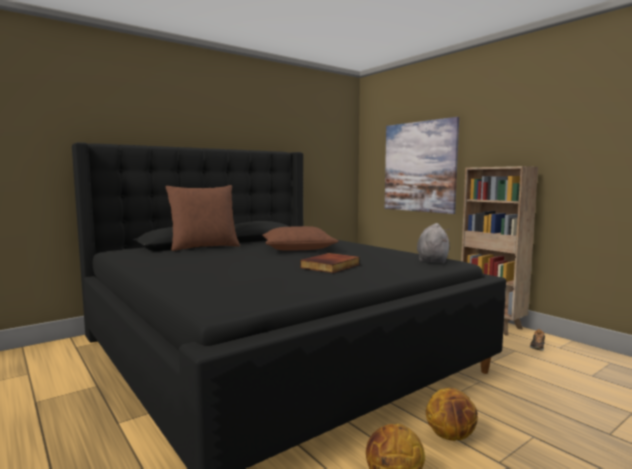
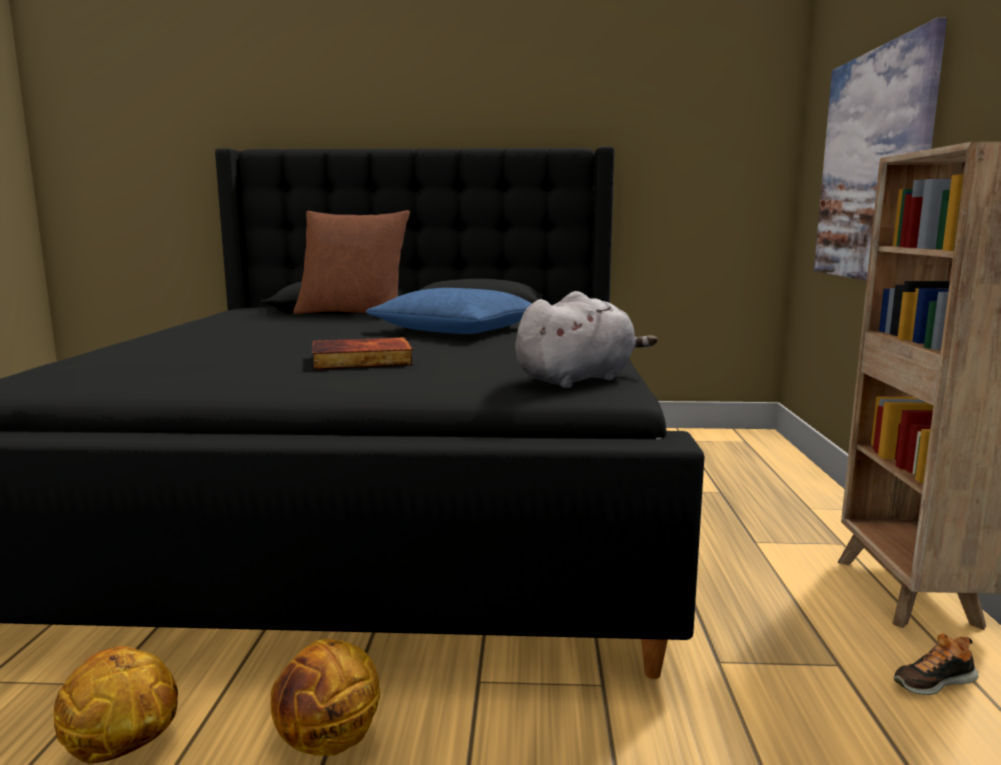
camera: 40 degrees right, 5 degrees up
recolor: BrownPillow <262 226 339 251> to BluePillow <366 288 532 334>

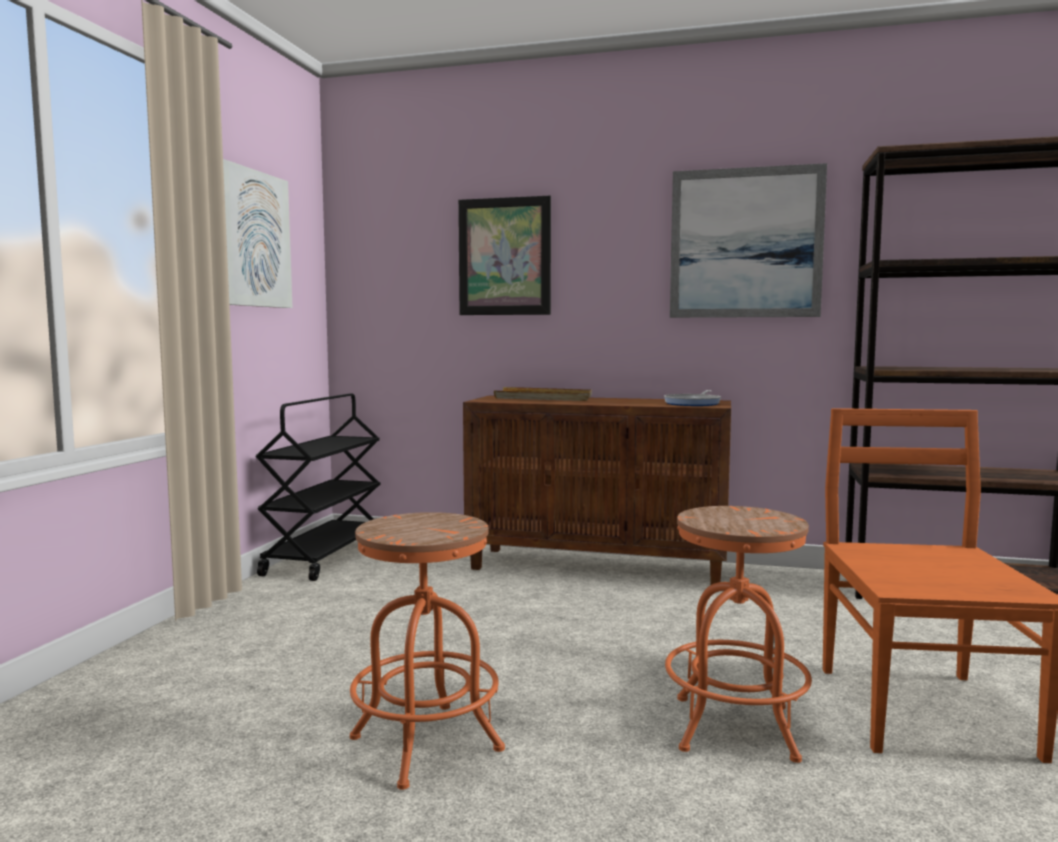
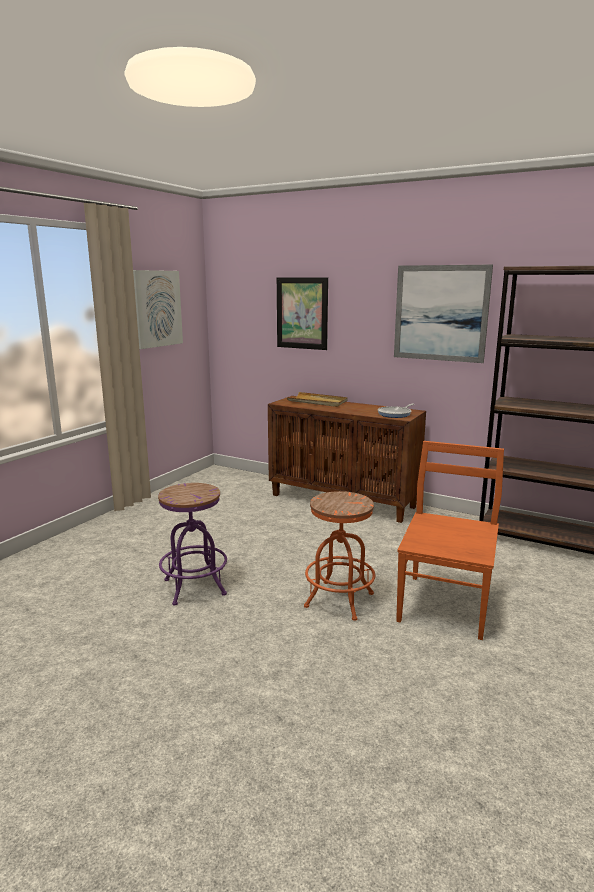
camera: 15 degrees right, 10 degrees up
delete: BlackCart <256 393 380 581>
recolor: OrangeStool <350 512 505 790> to PurpleStool <158 483 227 605>

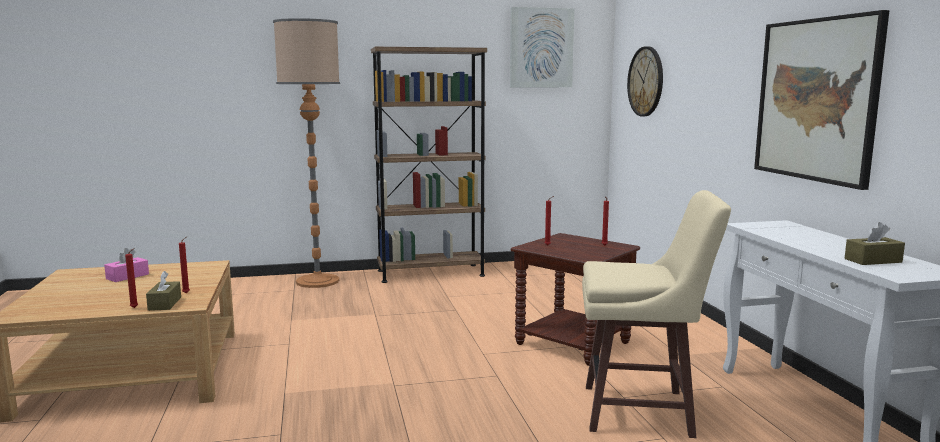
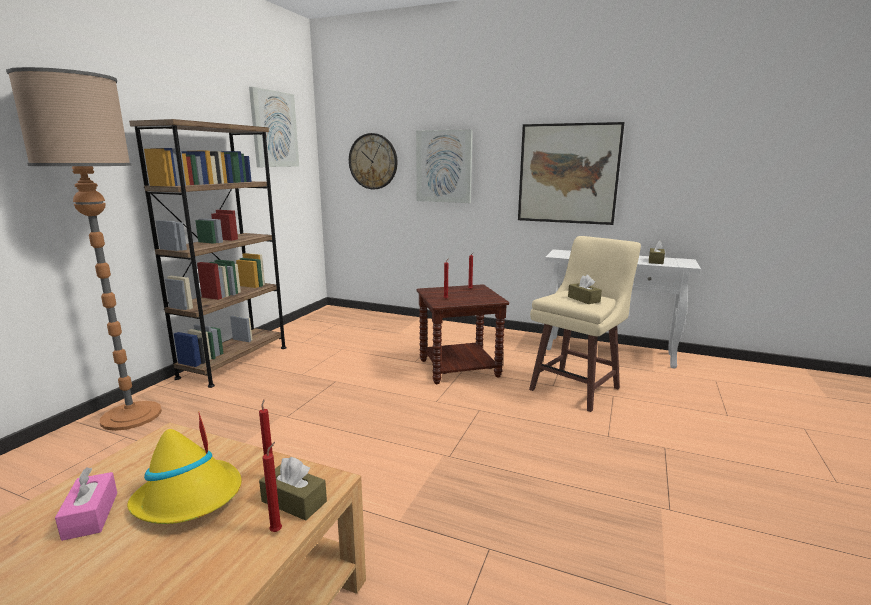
camera: 55 degrees left, 5 degrees up
insert: YellowHat <127 411 241 524>; Picture <416 129 473 203>; BrownTissueBox <568 275 602 304>

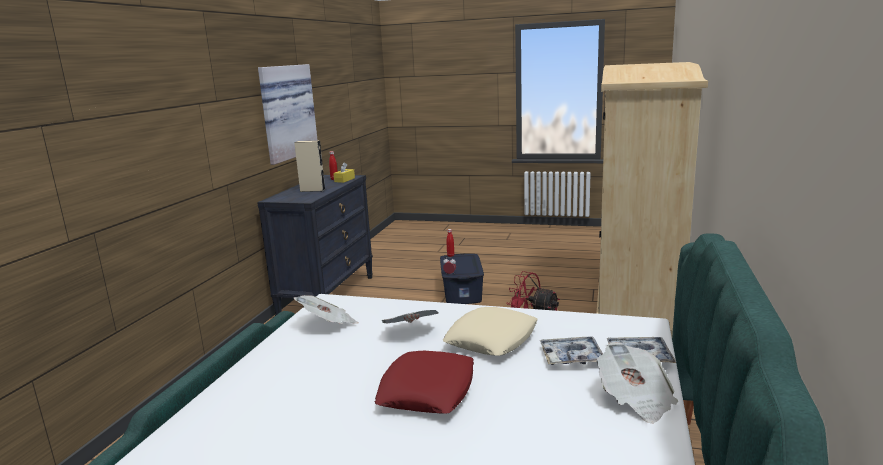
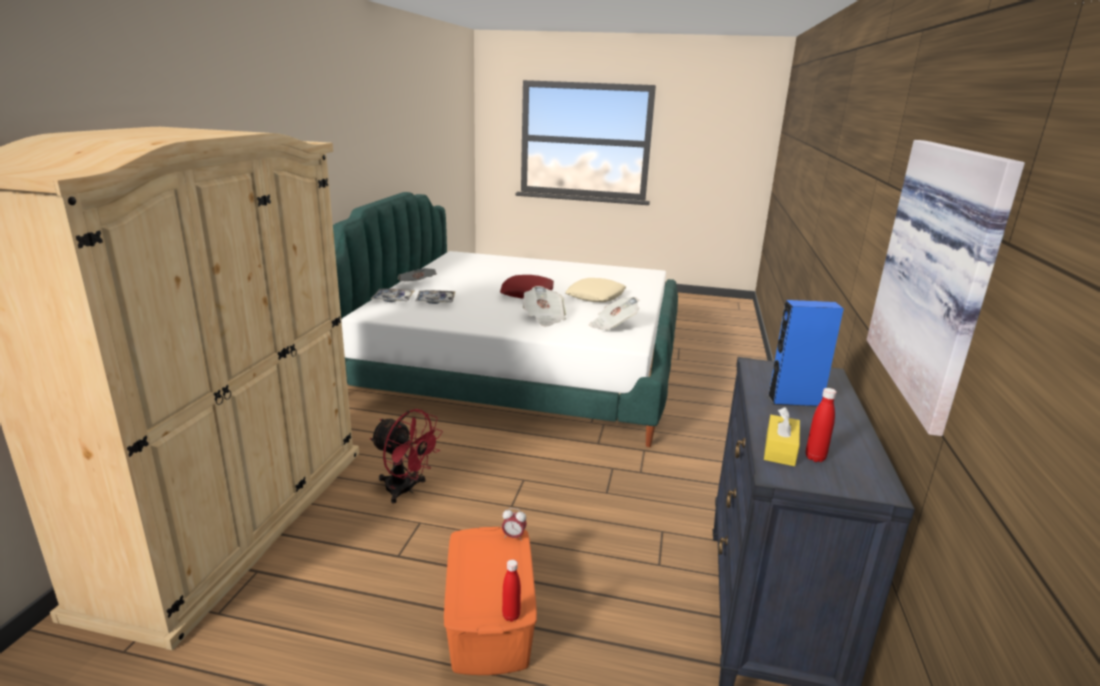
camera: 175 degrees right, 5 degrees up
move: BeigePillow <443 307 538 356> to <565 278 626 302>
recolor: BlueStorageBox <440 254 484 304> to OrangeStorageBox <444 527 537 675>; BeigeSpeaker <294 140 325 192> to BlueSpeaker <768 300 844 407>

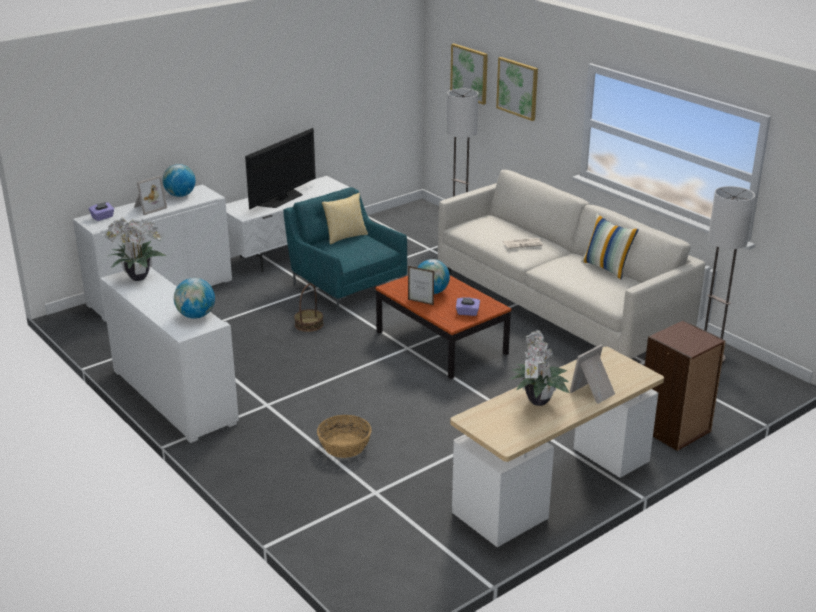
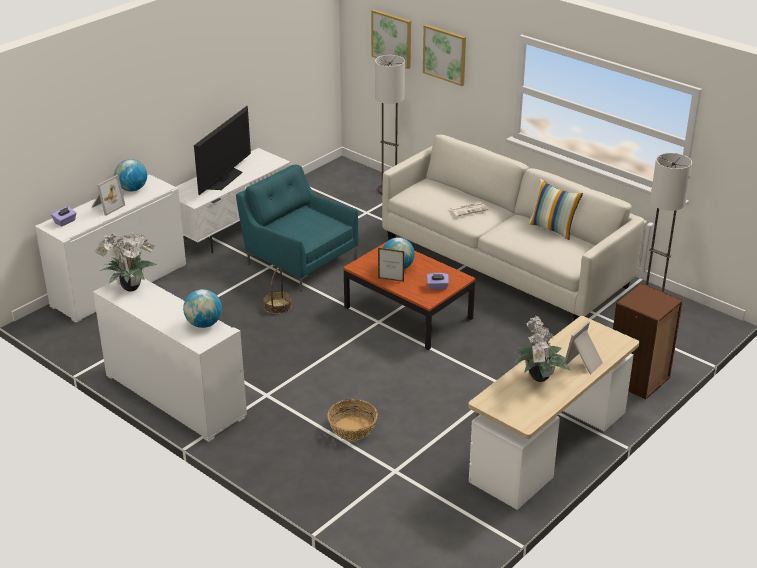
camera: 10 degrees left, 5 degrees up
delete: Pillow <322 193 368 245>

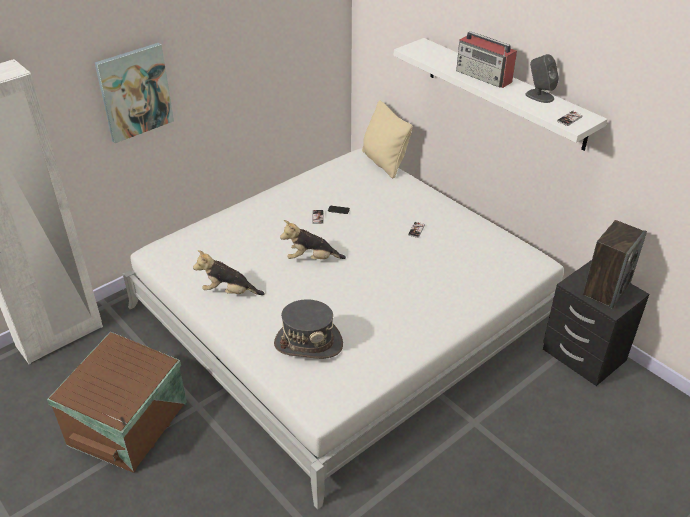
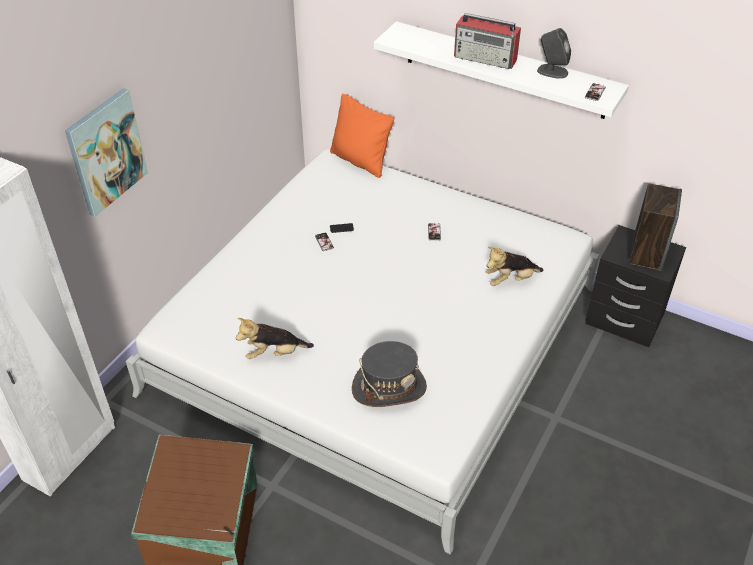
camera: 20 degrees left, 5 degrees up
move: PlushToy <280 220 346 260> to <486 247 543 286>
recolor: BeigePillow <362 100 413 178> to OrangePillow <330 94 394 178>

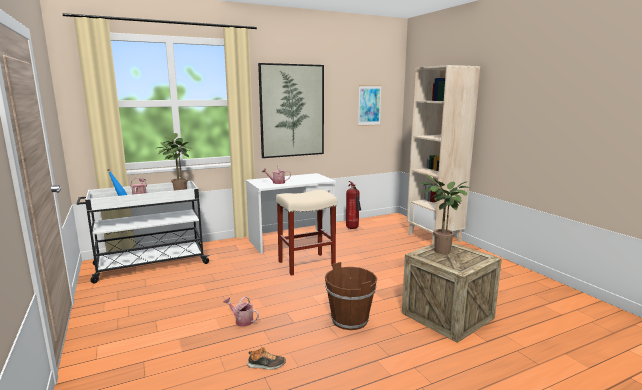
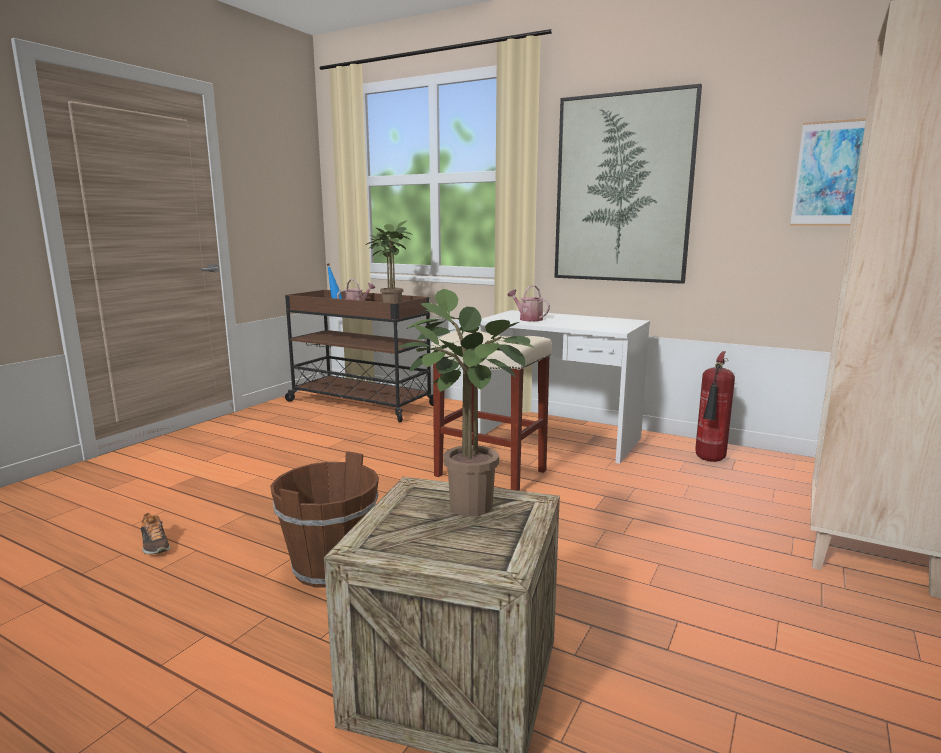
camera: 55 degrees right, 0 degrees up
delete: WateringCan <224 297 259 327>
recolor: WhiteCart <77 181 210 283> to BrownCart <285 290 433 422>

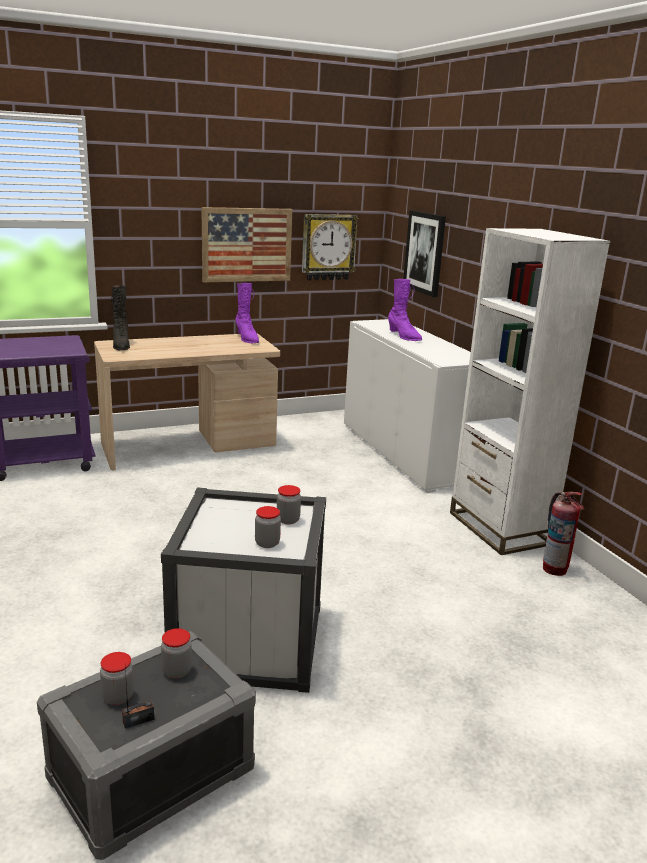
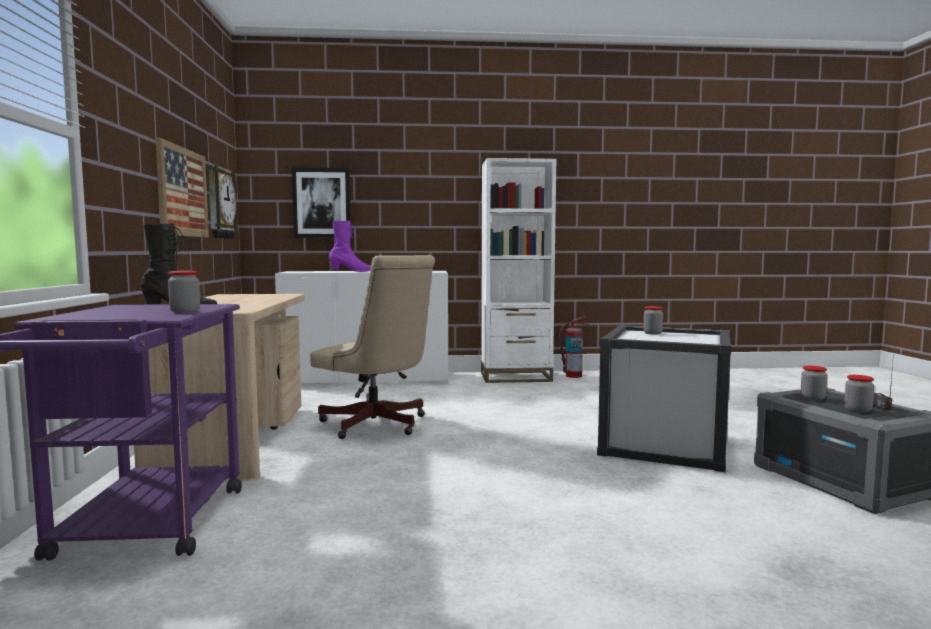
camera: 70 degrees left, 15 degrees down
delete: PurpleBoot <235 283 259 343>
insert: BeigeOfficeChair <310 255 435 439>
move: Jar <255 506 281 548> to <168 271 200 313>

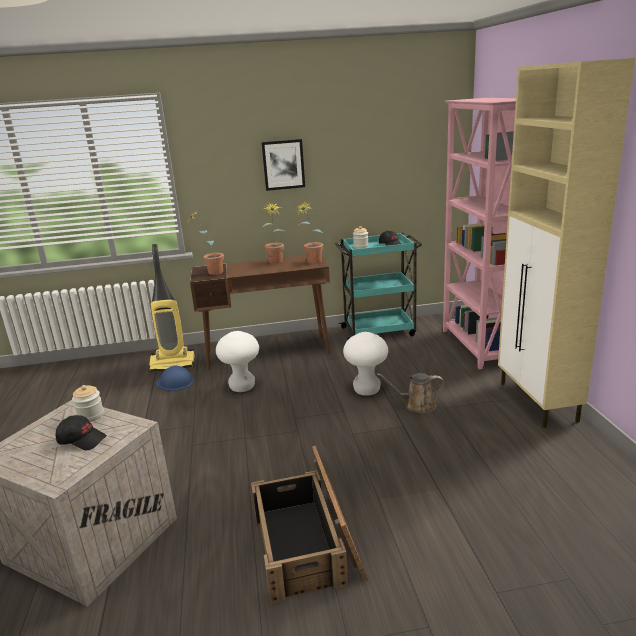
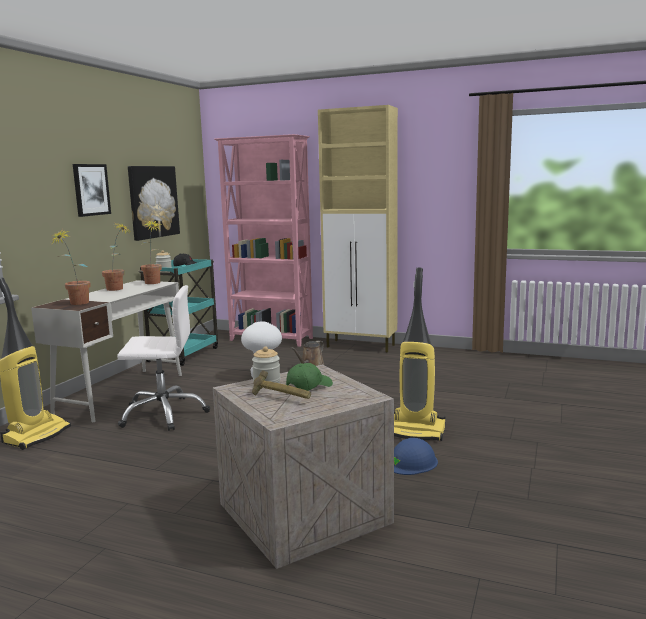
camera: 60 degrees left, 10 degrees down
insert: Picture <128 166 180 241>; Hammer <252 370 311 399>
move: BlueHardHat <156 366 194 391> to <394 438 438 475>
replace: WhiteStool <216 331 259 392> to WhiteOfficeChair <117 285 210 431>; Crate <251 446 368 604> to VacuumCleaner <394 267 446 441>
recolor: BrownDesk <190 255 330 370> to WhiteDesk <31 280 182 422>; BlackCap <56 415 107 450> to GreenCap <286 363 333 391>

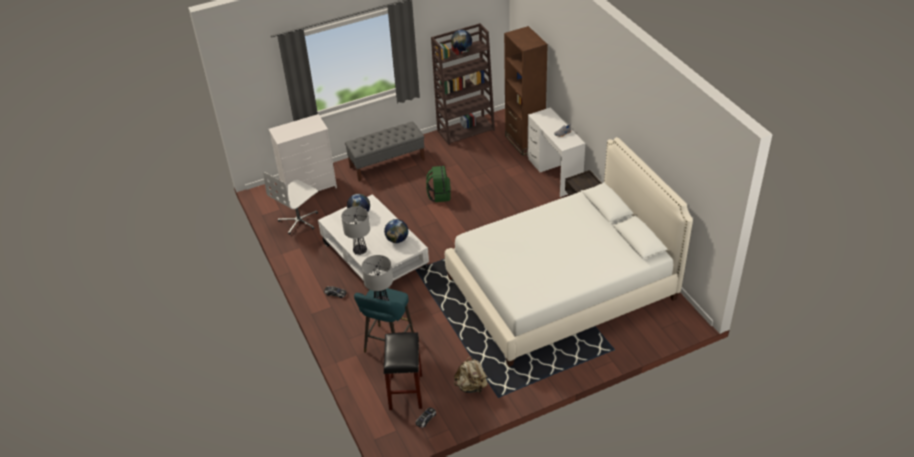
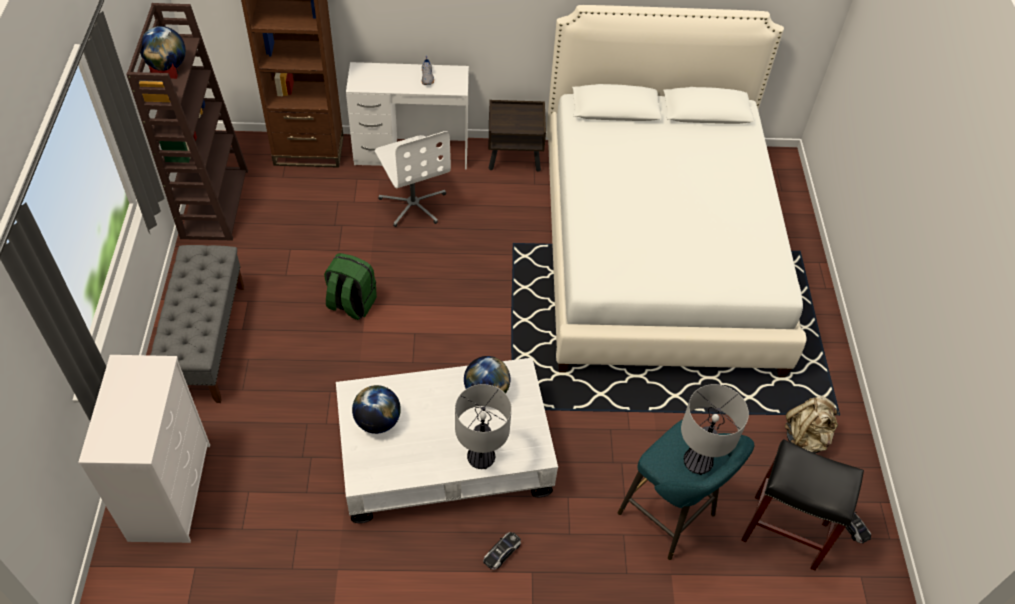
camera: 70 degrees left, 10 degrees up
move: WhiteOfficeChair <263 172 318 234> to <375 131 451 227>

